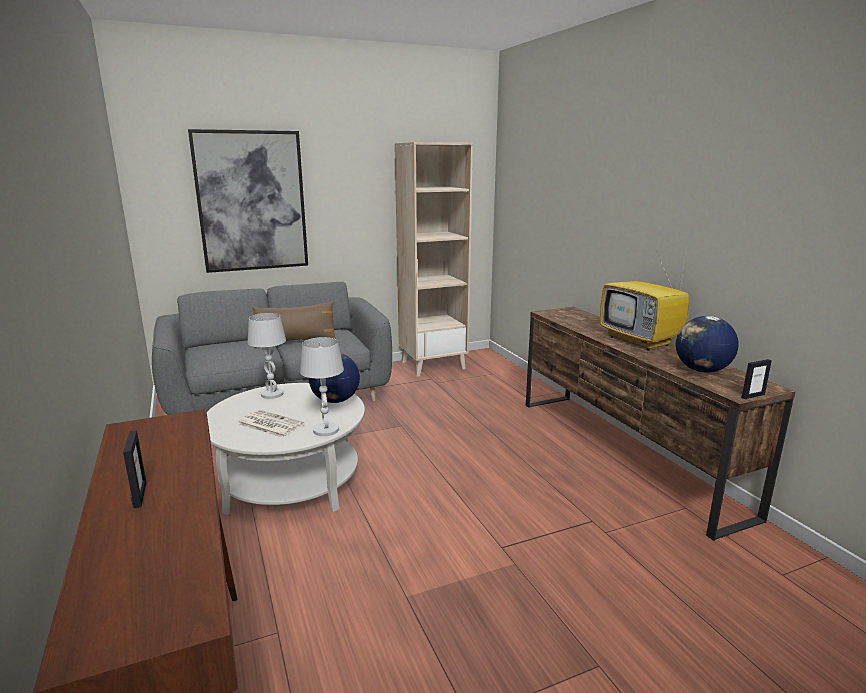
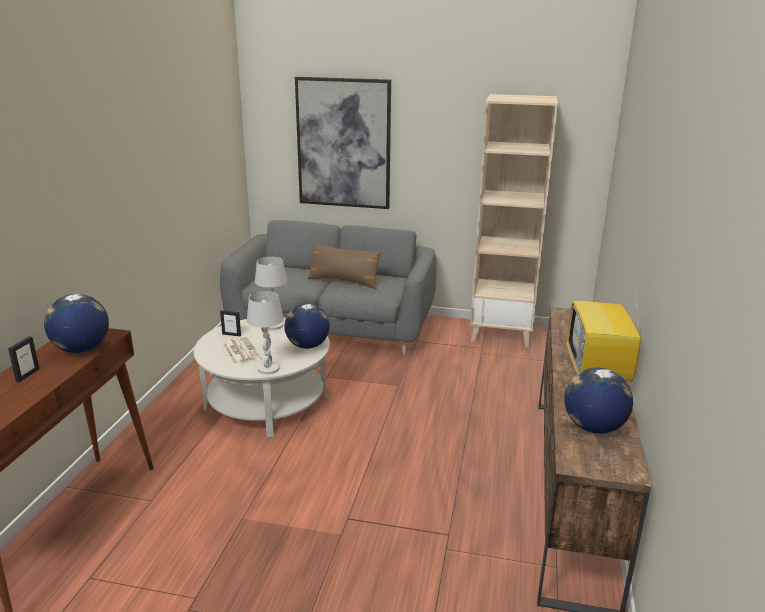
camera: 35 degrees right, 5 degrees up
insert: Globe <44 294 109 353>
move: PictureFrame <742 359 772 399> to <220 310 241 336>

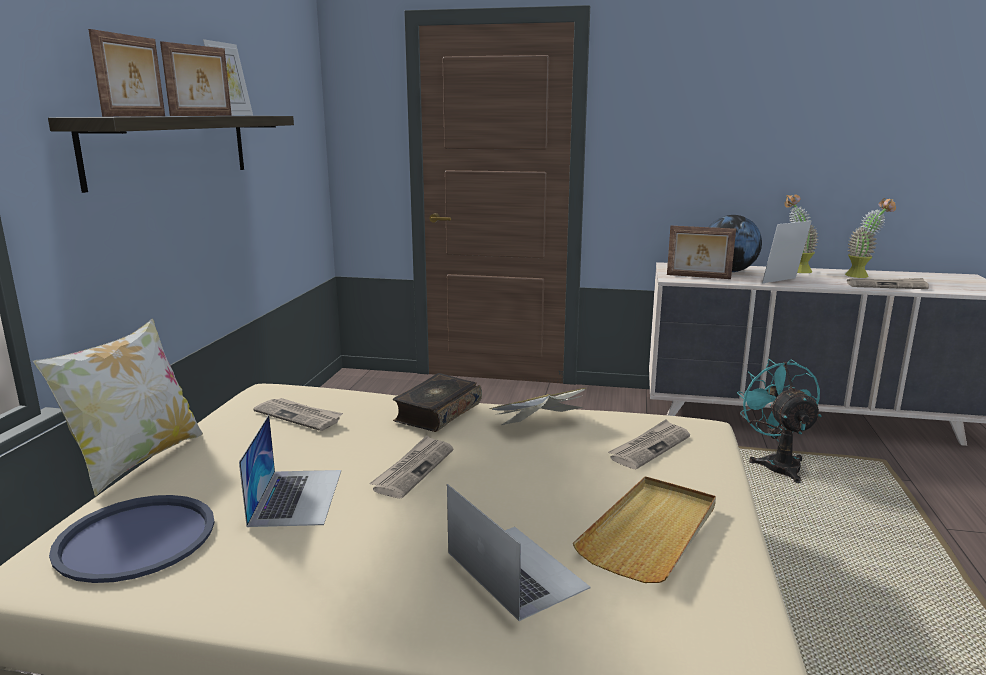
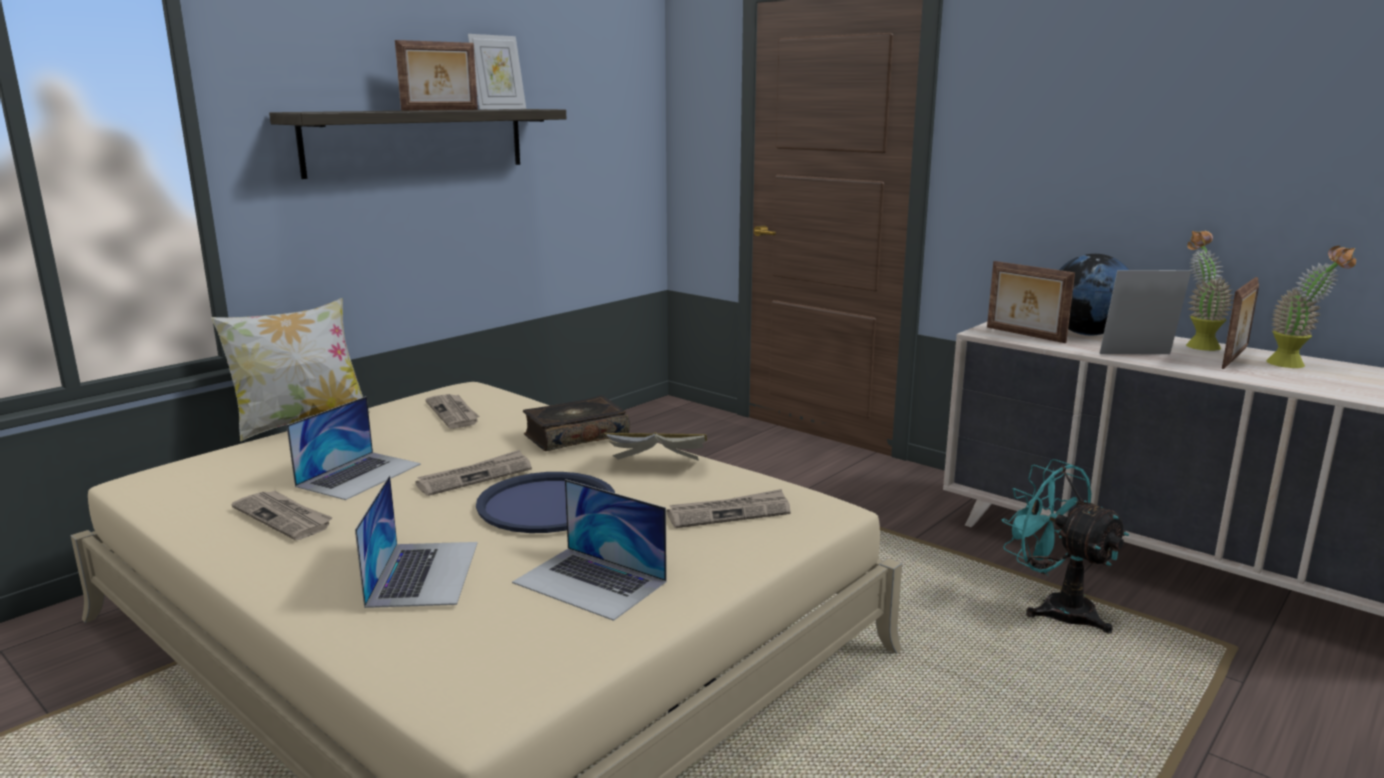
camera: 30 degrees right, 0 degrees up
move: Newspaper <847 278 929 289> to <232 491 333 540>; BlueTray <49 495 215 583> to <476 472 615 533>; PictureFrame <88 29 165 117> to <1222 277 1259 369>
replace: BeigeTray <573 476 716 583> to Laptop <512 479 667 621>
rotate: TurquoiseFan <737 359 821 483> = <1001 459 1129 633> 60 degrees counterclockwise

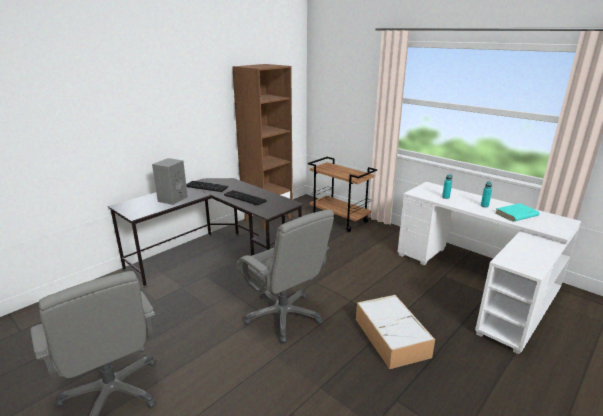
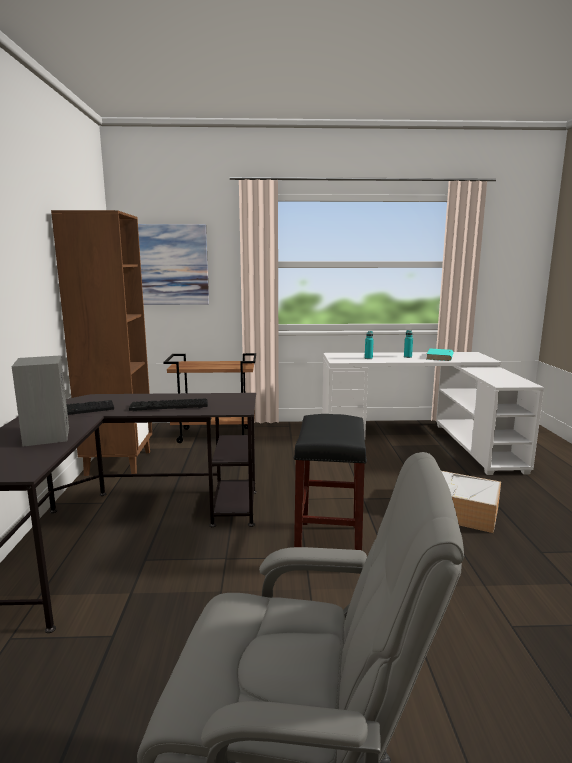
camera: 45 degrees left, 10 degrees down
insert: Picture <138 224 209 305>
replace: GreyOfficeChair <236 209 334 343> to BlackStool <294 414 367 550>

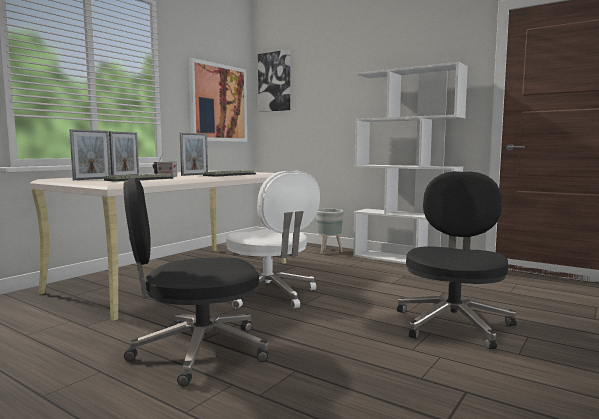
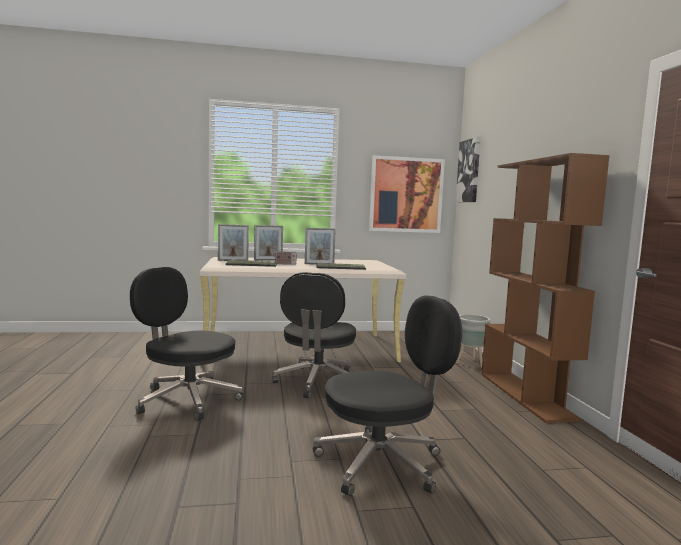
camera: 45 degrees right, 0 degrees up
recolor: WhiteOfficeChair <226 171 320 308> to BlackOfficeChair <272 272 356 398>; WhiteBookcase <353 62 468 264> to BrownBookcase <481 153 610 423>

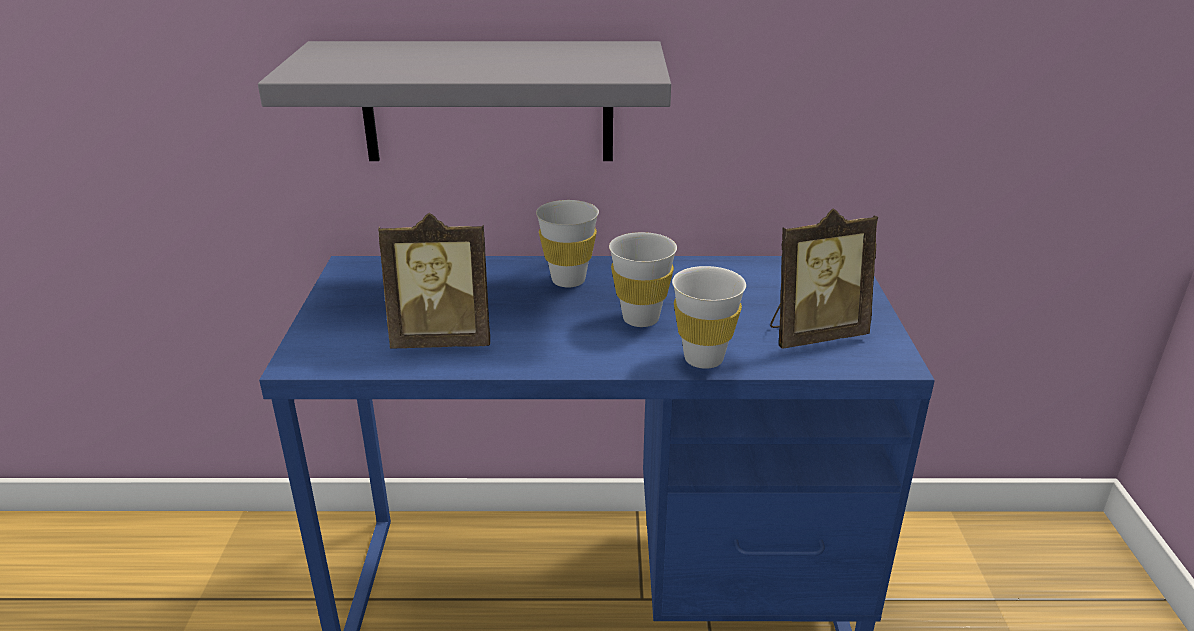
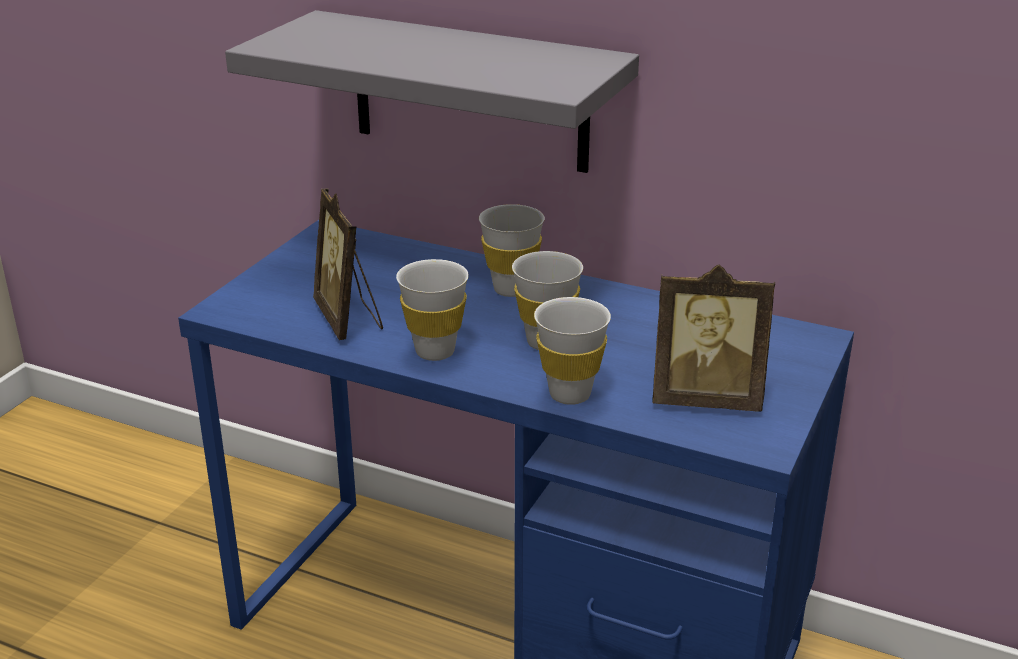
camera: 25 degrees right, 0 degrees up
insert: WhiteCup <396 259 469 361>
rotate: PictureFrame <378 213 490 348> = <313 189 383 340> 45 degrees clockwise

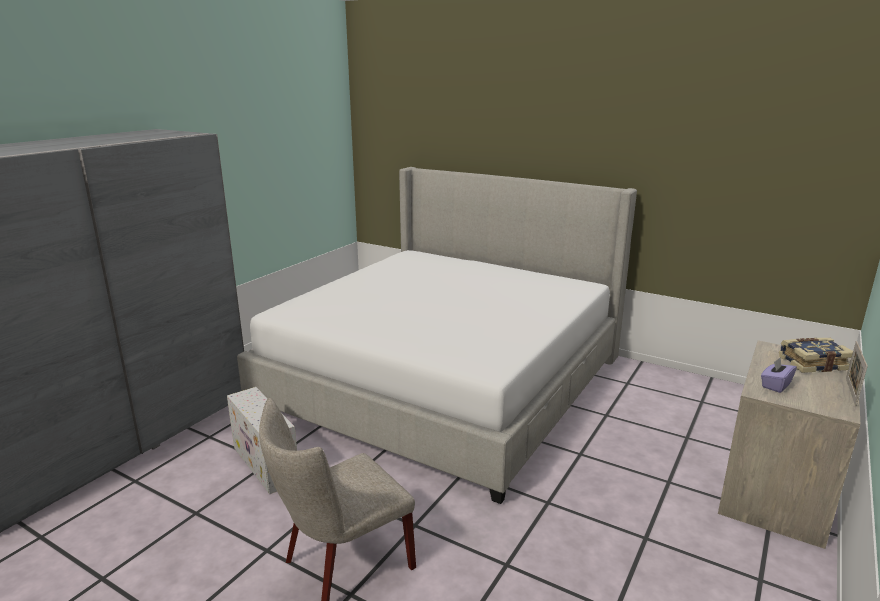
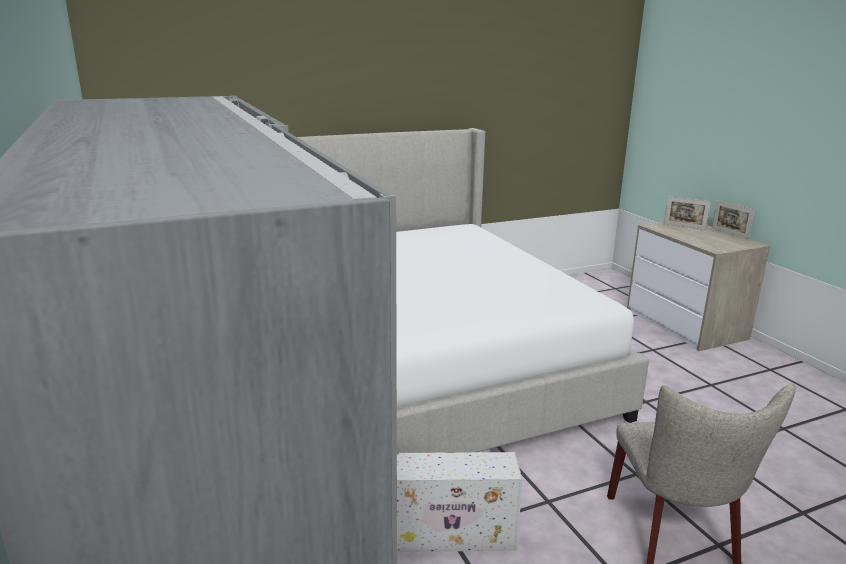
camera: 55 degrees left, 0 degrees up
delete: PurpleTissueBox <761 357 797 393>
replace: Book <779 338 853 373> to PictureFrame <664 196 711 230>

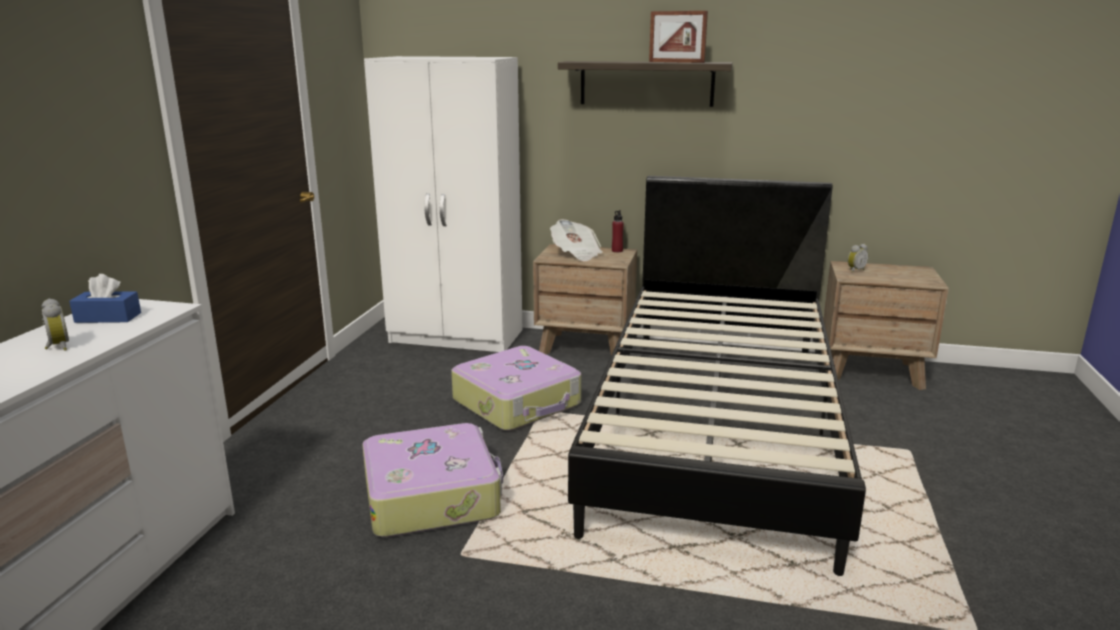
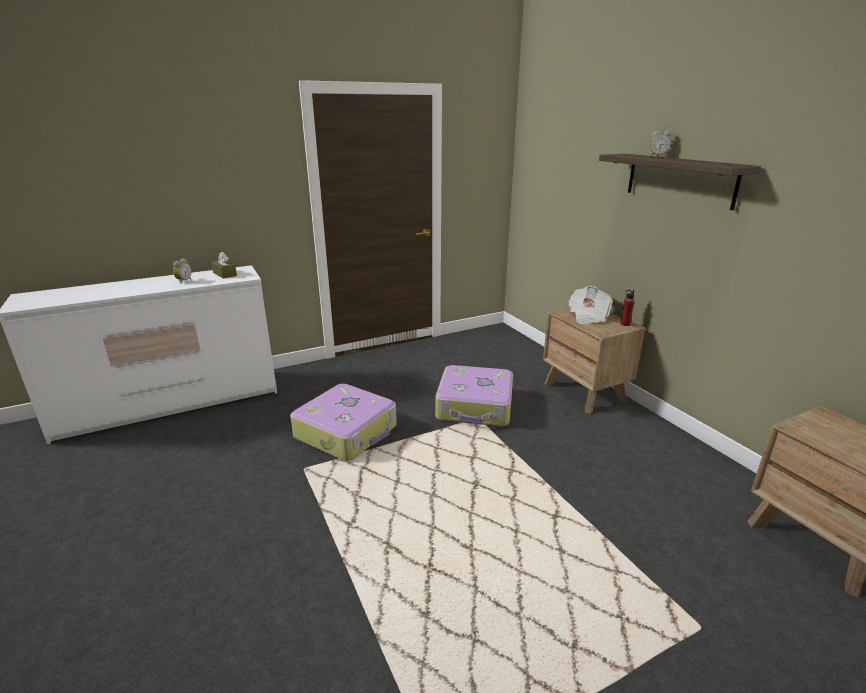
camera: 50 degrees right, 5 degrees up
delete: WhiteWardrobe <364 56 522 352>; BlackBed <568 176 866 576>; PictureFrame <649 11 708 63>
move: AlarmClock <847 244 869 273> to <649 131 672 157>
recolor: BlueTissueBox <69 274 141 323> to BrownTissueBox <211 252 237 279>

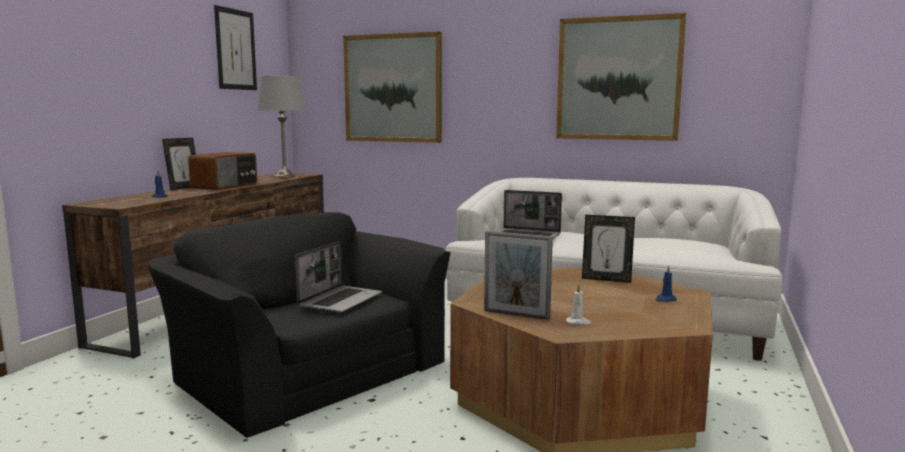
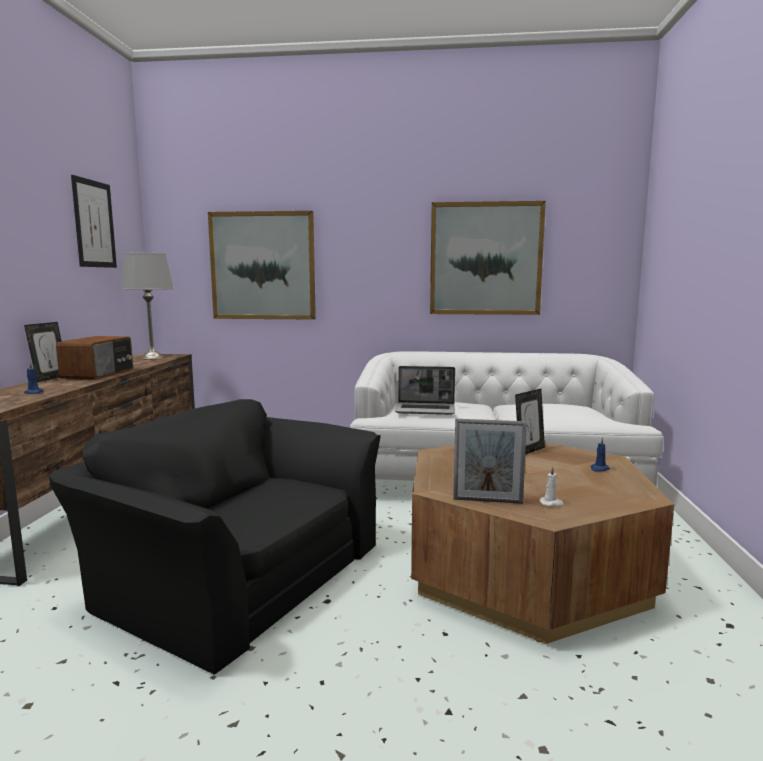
camera: 15 degrees left, 0 degrees up
delete: Laptop <295 241 382 313>
rotate: PictureFrame <582 215 635 283> = <515 389 545 455> 45 degrees counterclockwise

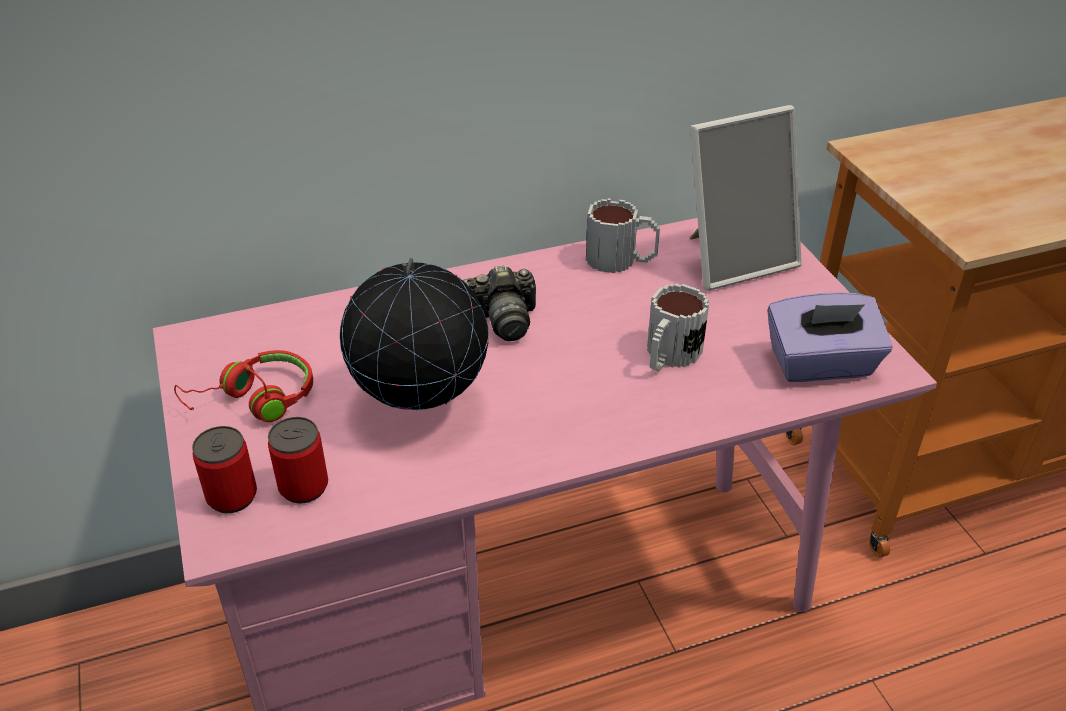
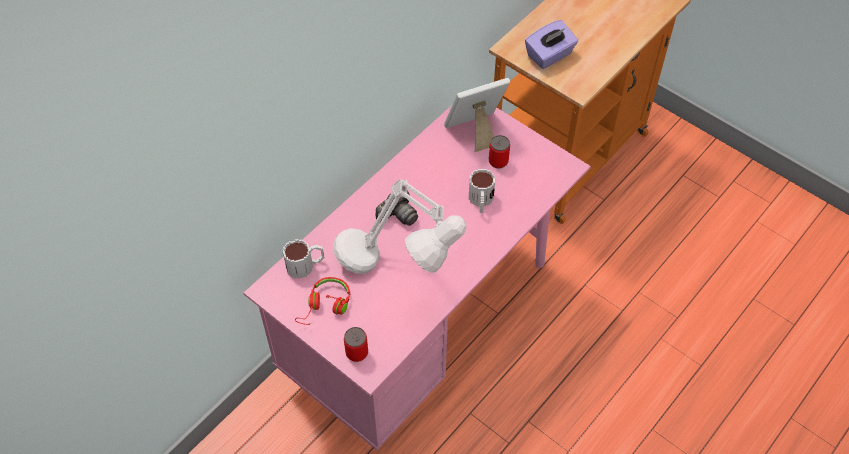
camera: 30 degrees left, 15 degrees up
move: Mug <586 198 660 273> to <282 239 324 279>; Can <268 417 328 503> to <489 135 510 169>; PurpleTissueBox <767 293 893 382> to <525 20 578 69>
replace: Globe <340 258 489 410> to GreyTableLamp <333 179 467 274>
rotate: PictureFrame <690 105 802 291> = <444 78 510 152> 150 degrees counterclockwise

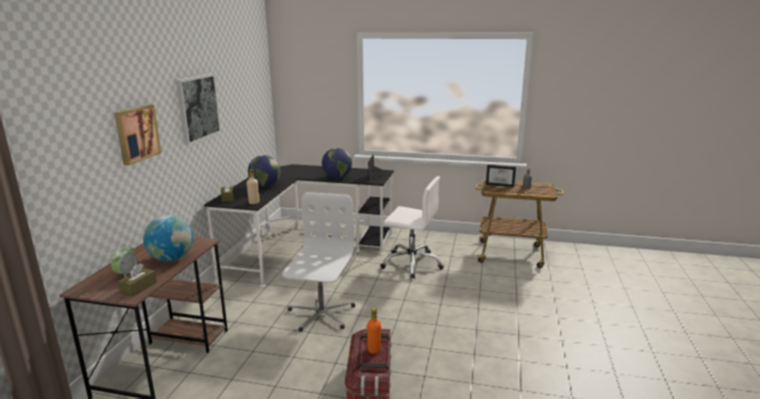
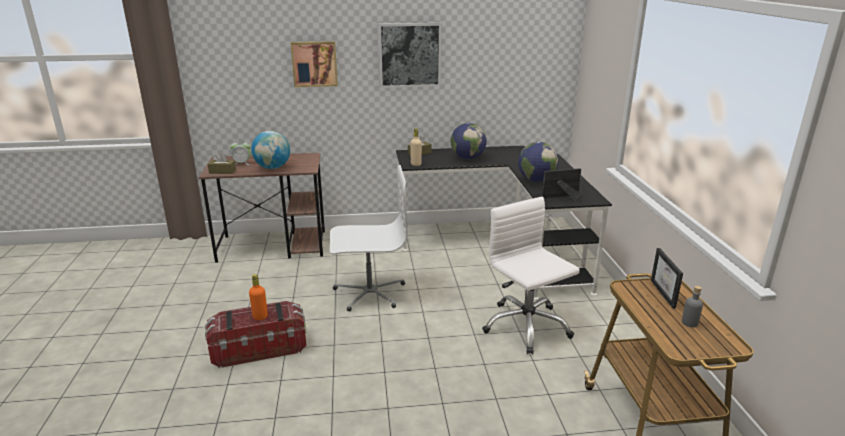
camera: 70 degrees right, 5 degrees up
rotate: WhiteOfficeChair <380 176 444 279> = <482 197 580 354> 150 degrees clockwise

